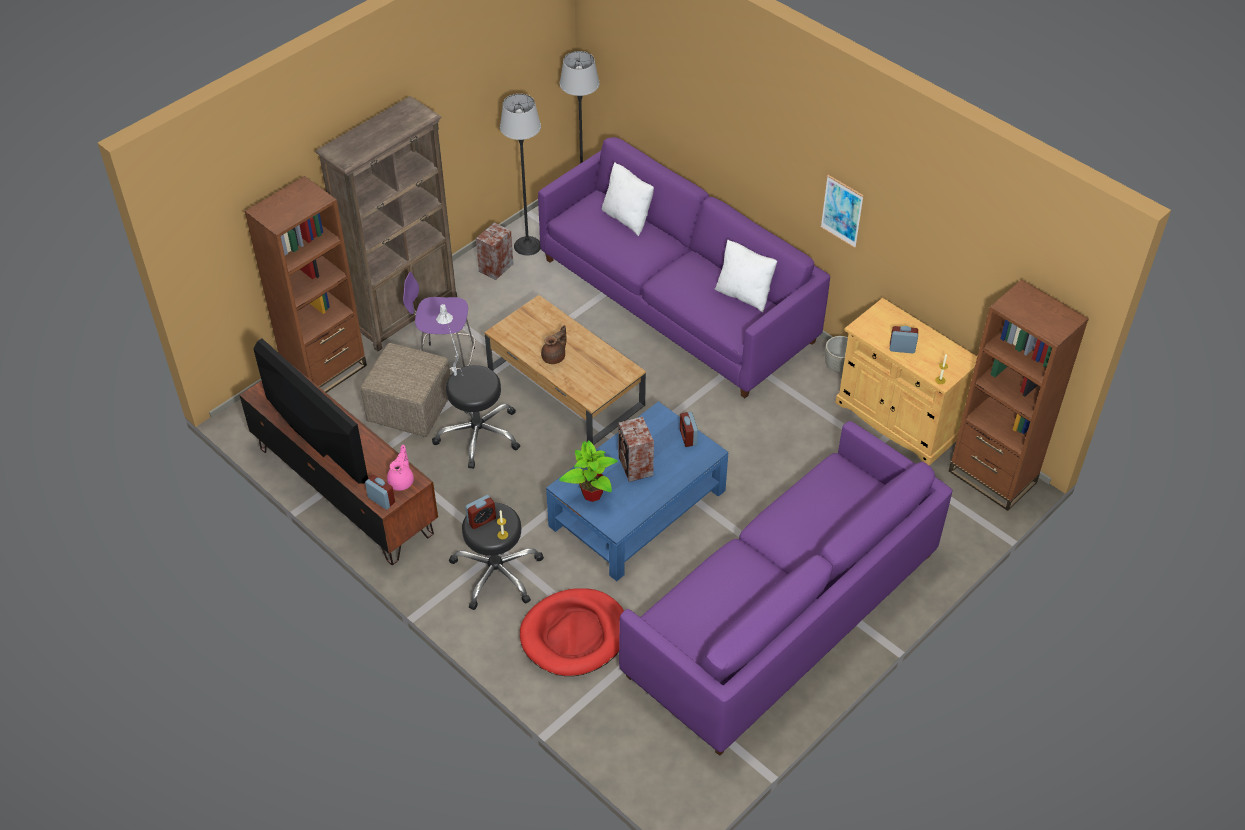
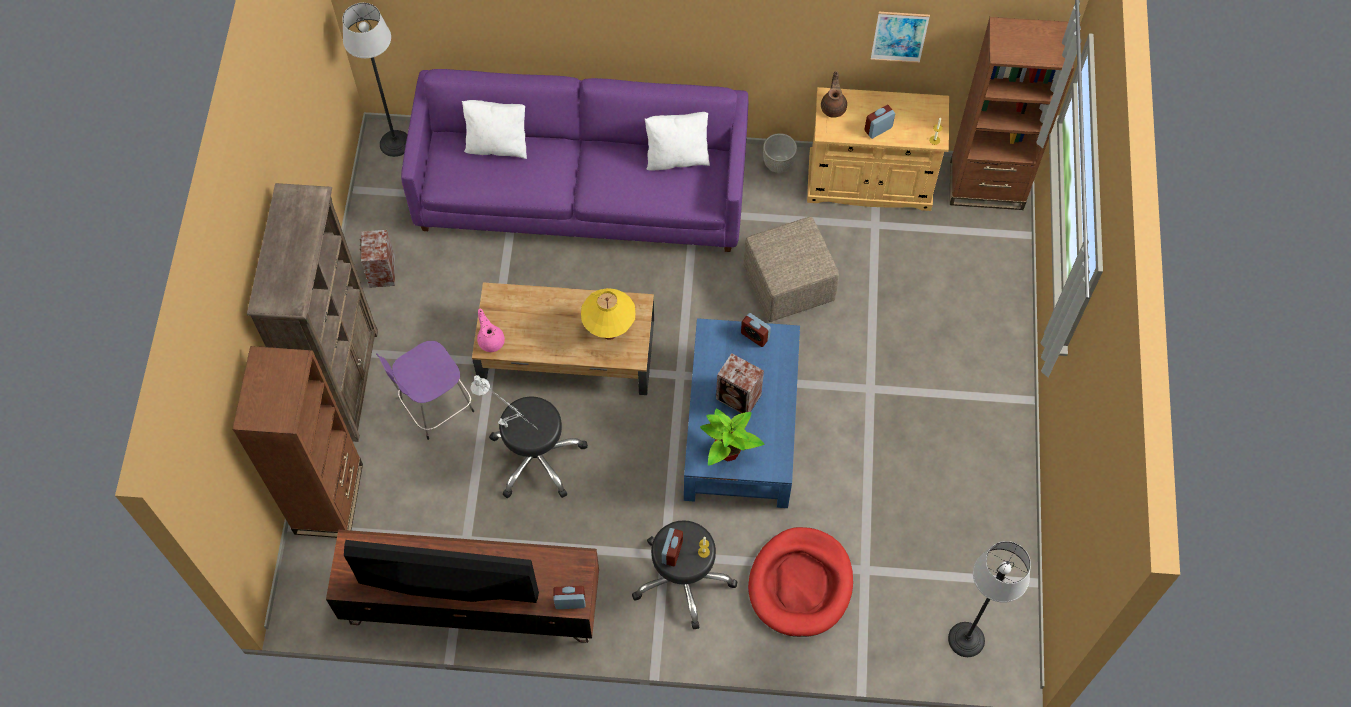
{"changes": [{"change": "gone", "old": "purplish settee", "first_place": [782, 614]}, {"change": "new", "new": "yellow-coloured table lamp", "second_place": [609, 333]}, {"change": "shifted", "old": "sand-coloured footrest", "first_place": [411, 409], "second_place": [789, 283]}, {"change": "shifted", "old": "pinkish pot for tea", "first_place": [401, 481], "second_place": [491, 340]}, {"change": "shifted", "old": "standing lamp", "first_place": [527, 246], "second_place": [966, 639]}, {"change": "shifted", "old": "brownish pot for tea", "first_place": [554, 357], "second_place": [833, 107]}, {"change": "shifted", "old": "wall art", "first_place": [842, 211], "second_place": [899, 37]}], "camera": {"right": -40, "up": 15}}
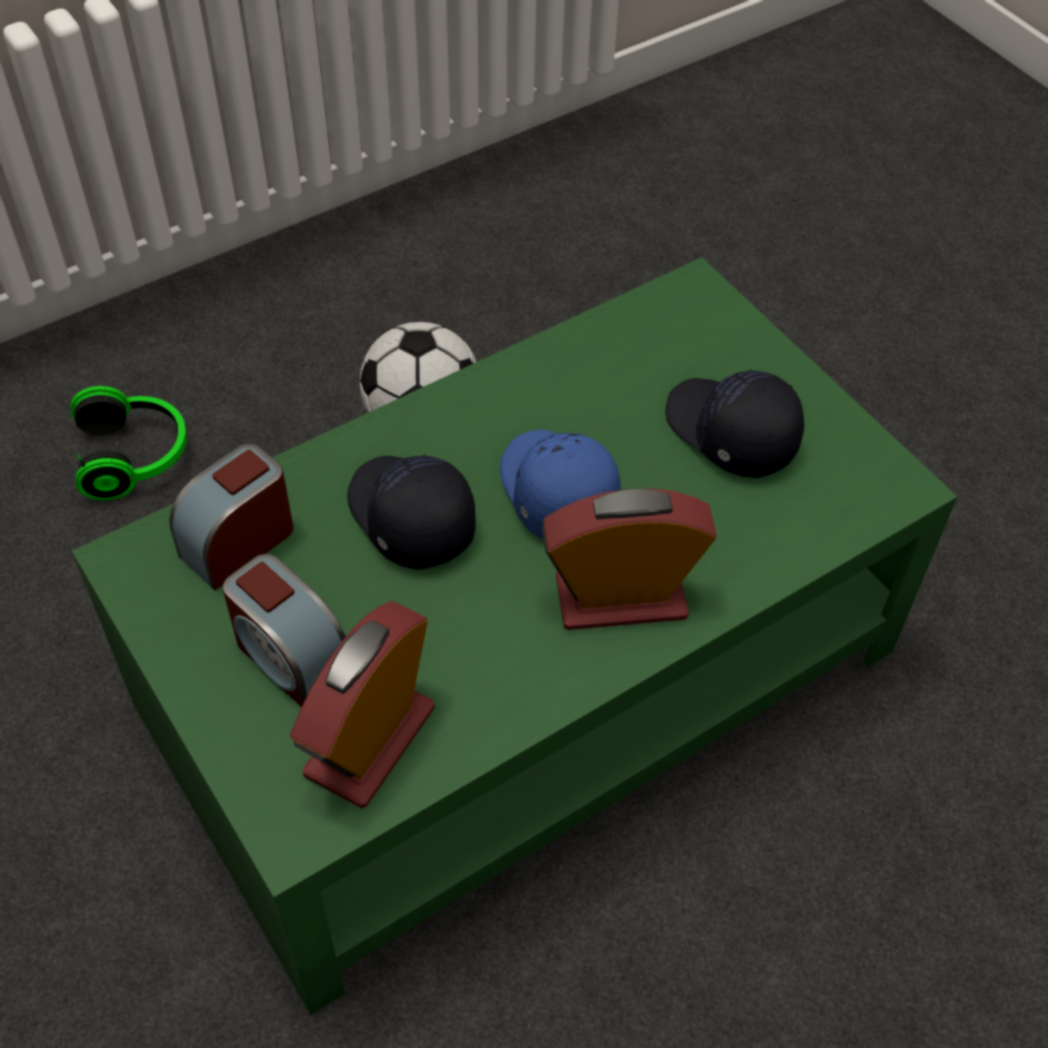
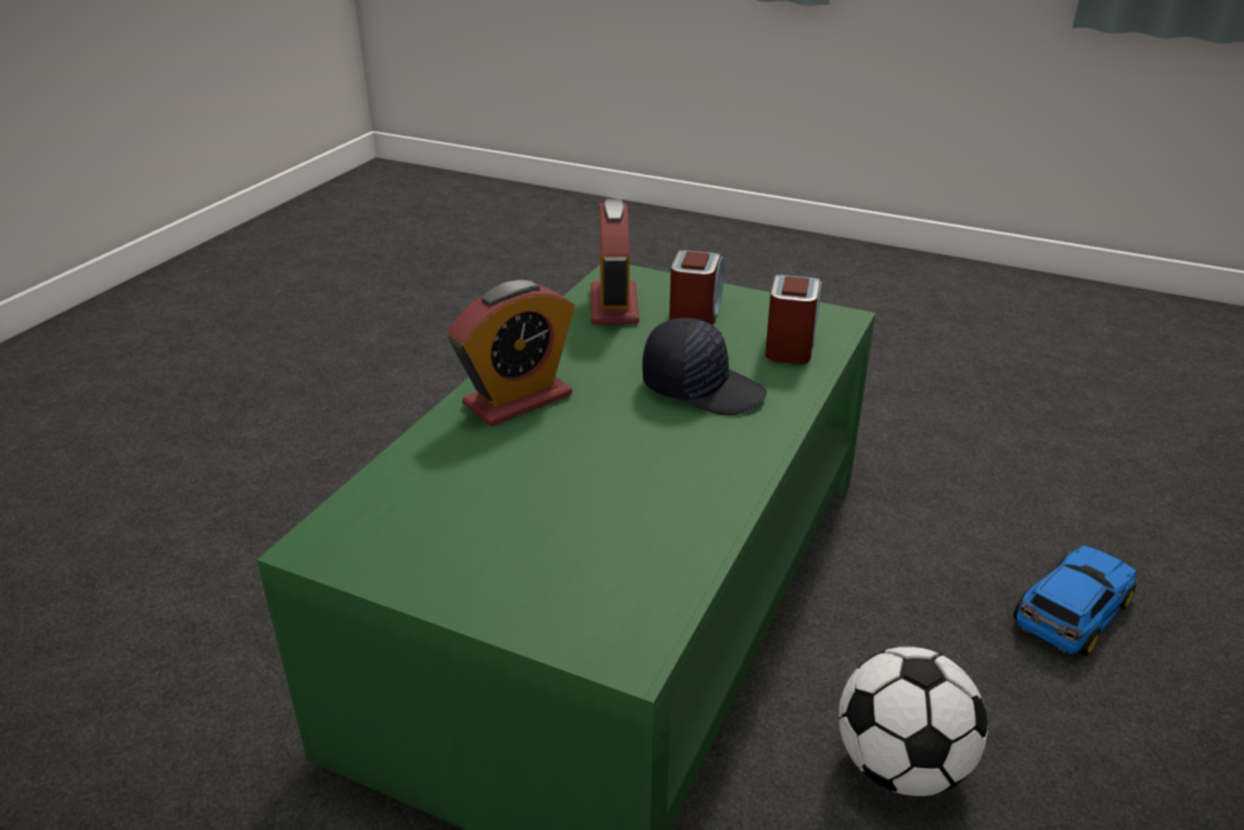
{"changes": [{"change": "gone", "old": "bluish cap", "first_place": [555, 493]}, {"change": "gone", "old": "black-coloured cap", "first_place": [729, 433]}, {"change": "swapped", "old": "headset", "new": "miniature car", "first_place": [135, 456], "second_place": [1071, 612]}, {"change": "rotated", "old": "table clock", "first_place": [290, 656], "second_place": [695, 316], "degrees": 90}], "camera": {"right": 150, "up": -20}}
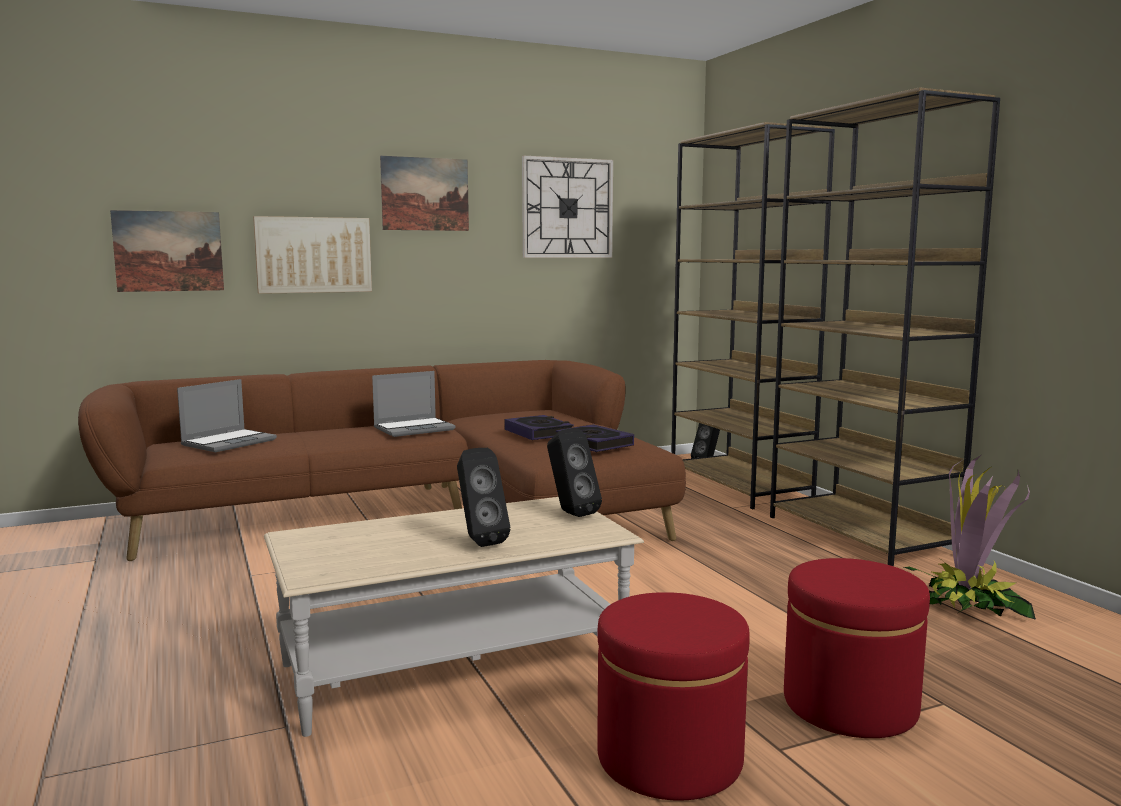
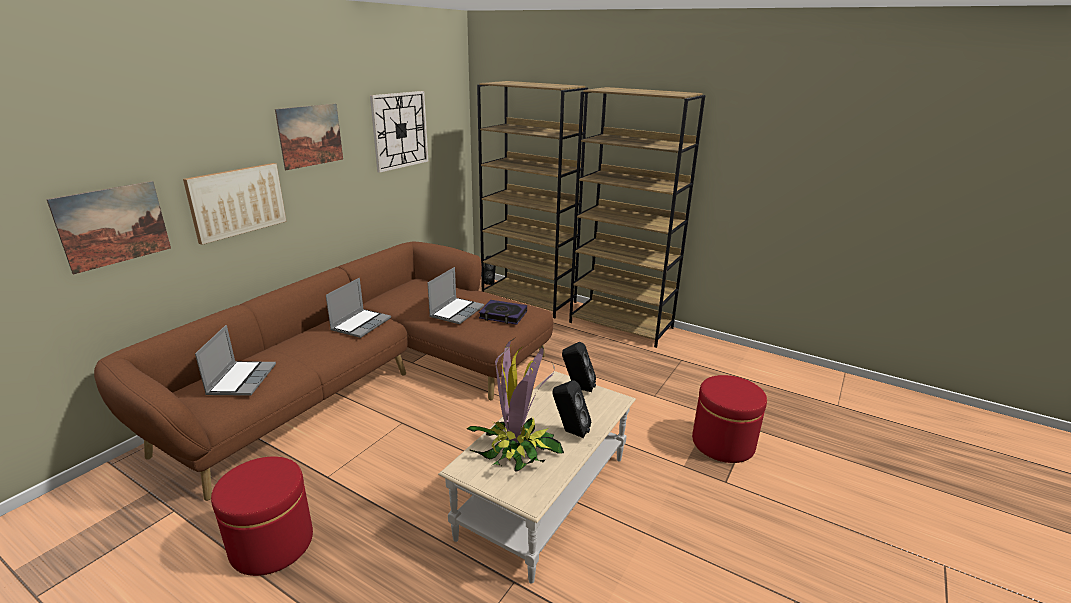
{"changes": [{"change": "shifted", "old": "red footrest", "first_place": [669, 758], "second_place": [272, 544]}, {"change": "shifted", "old": "potted plant", "first_place": [967, 605], "second_place": [516, 450]}, {"change": "swapped", "old": "book", "new": "laptop", "first_place": [538, 433], "second_place": [456, 311]}], "camera": {"right": -35, "up": 15}}
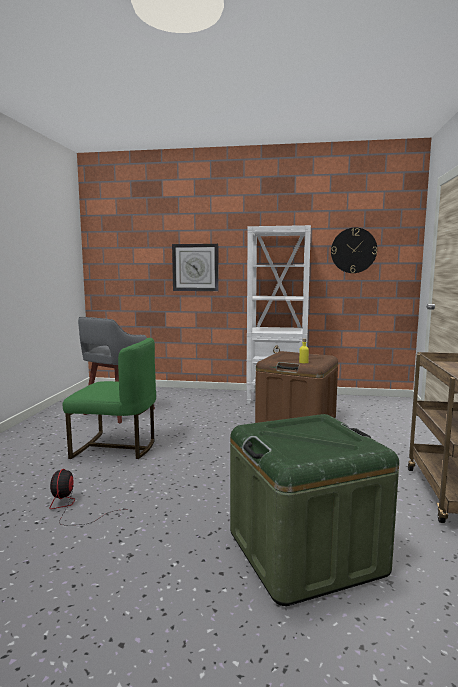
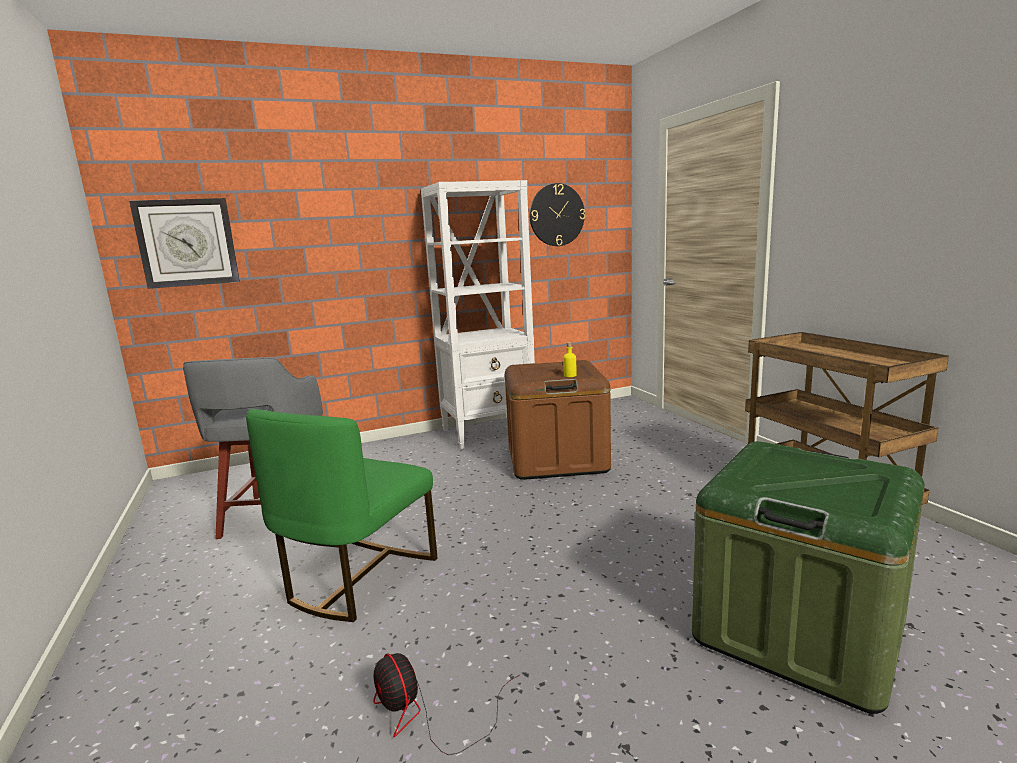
{"changes": [{"change": "shifted", "old": "clock on the wall", "first_place": [195, 267], "second_place": [187, 243]}, {"change": "rotated", "old": "green-coloured plain chair", "first_place": [116, 447], "second_place": [357, 578], "degrees": 135}], "camera": {"right": -30, "up": 5}}
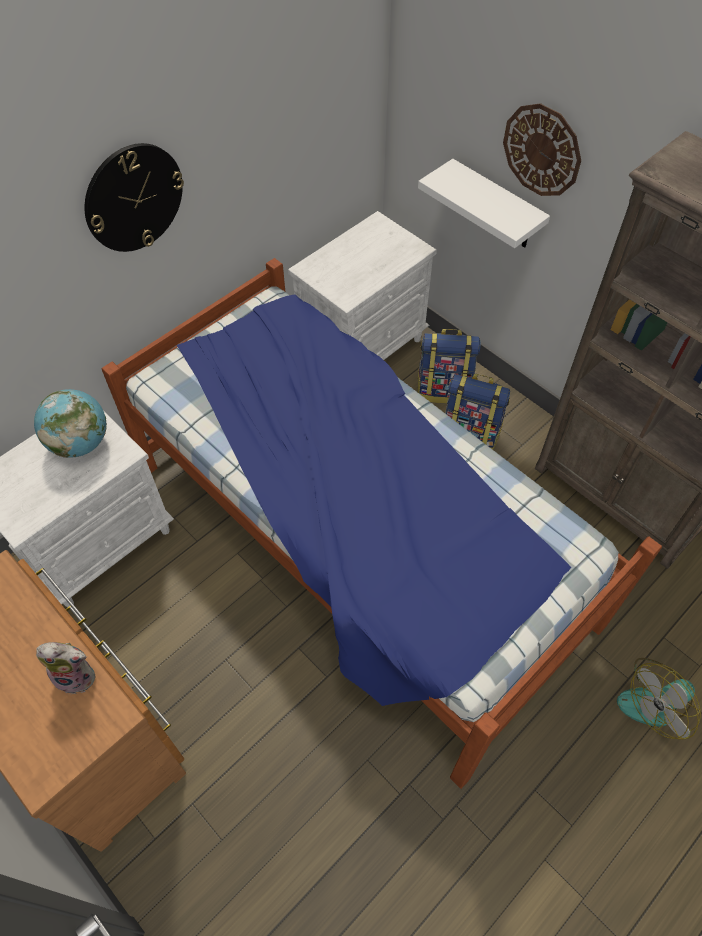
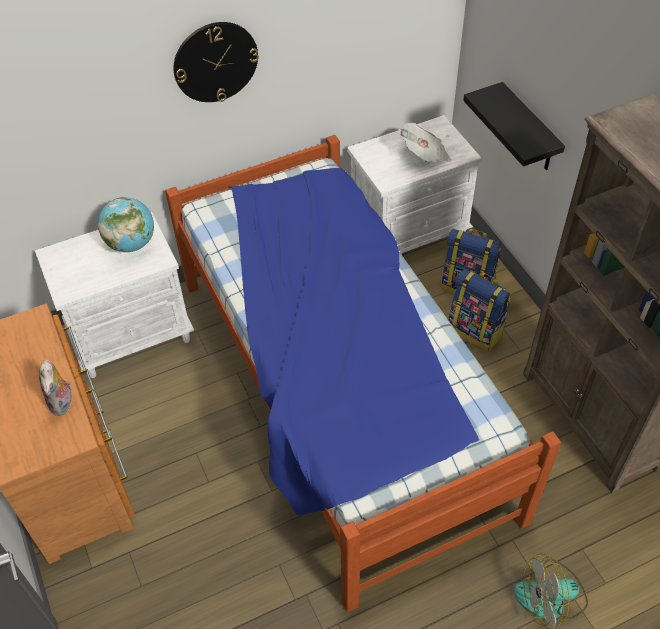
{"changes": [{"change": "gone", "old": "clock on the wall", "first_place": [542, 150]}, {"change": "new", "new": "newspaper", "second_place": [424, 155]}, {"change": "repainted", "old": "whitish shelf", "new": "black-coloured shelf", "first_place": [496, 206], "second_place": [529, 130]}, {"change": "rotated", "old": "cuddly toy", "first_place": [77, 675], "second_place": [63, 403], "degrees": 60}], "camera": {"right": 20, "up": -5}}
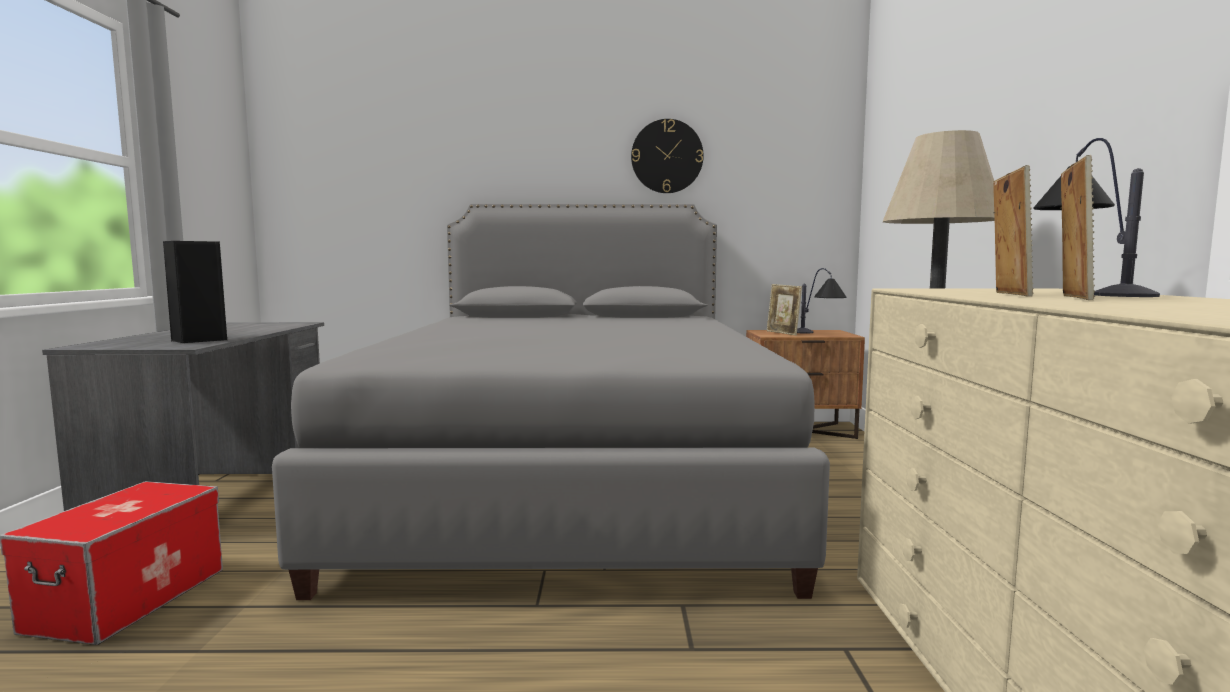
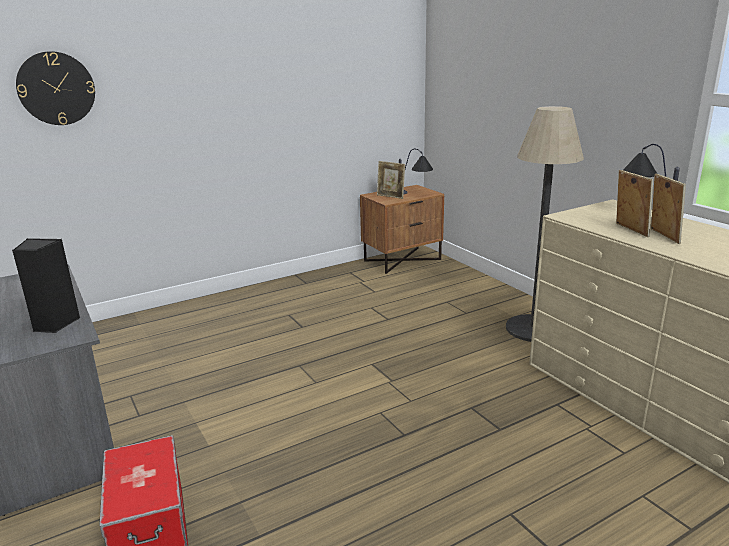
{"changes": [{"change": "gone", "old": "greyish bedroom bed", "first_place": [573, 480]}, {"change": "shifted", "old": "clock on the wall", "first_place": [667, 156], "second_place": [56, 88]}], "camera": {"right": -30, "up": 15}}
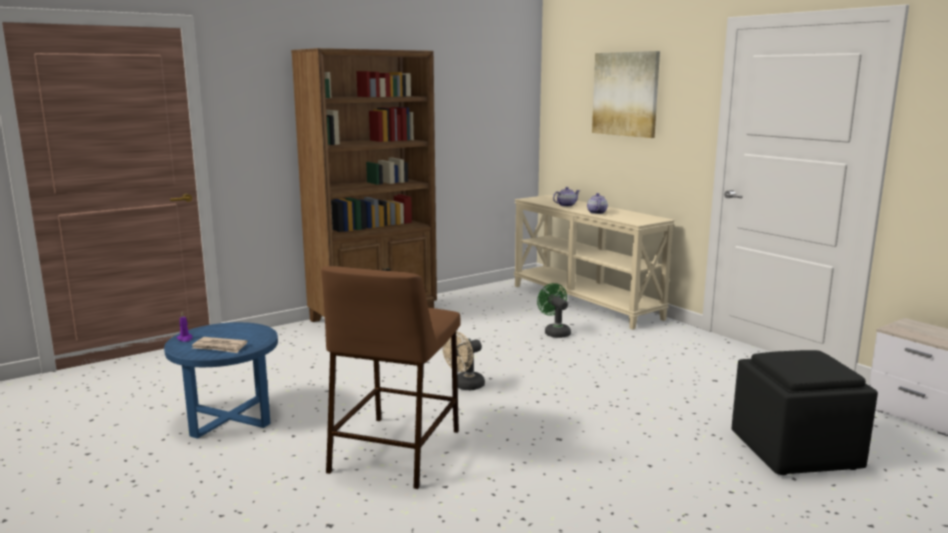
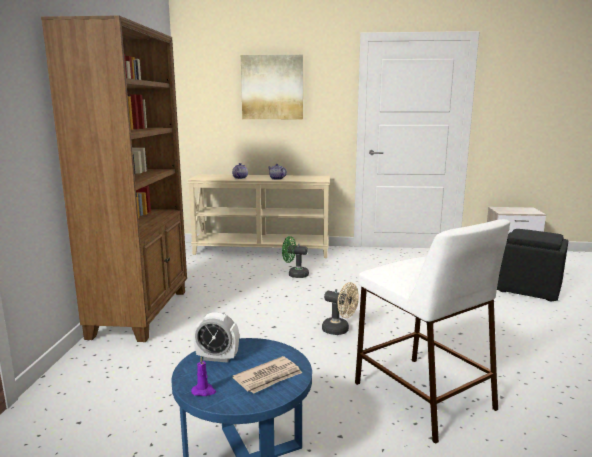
{"changes": [{"change": "new", "new": "table clock", "second_place": [217, 358]}, {"change": "repainted", "old": "brownish stool", "new": "whitish stool", "first_place": [396, 449], "second_place": [421, 395]}, {"change": "rotated", "old": "sand-coloured fan", "first_place": [465, 386], "second_place": [339, 330], "degrees": -60}], "camera": {"right": -50, "up": 0}}
